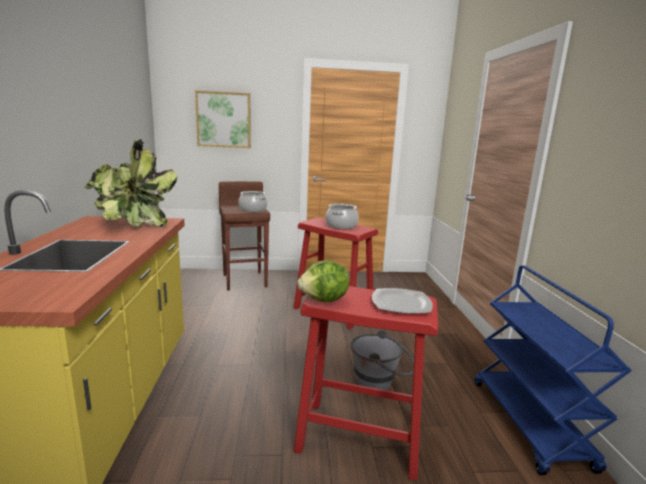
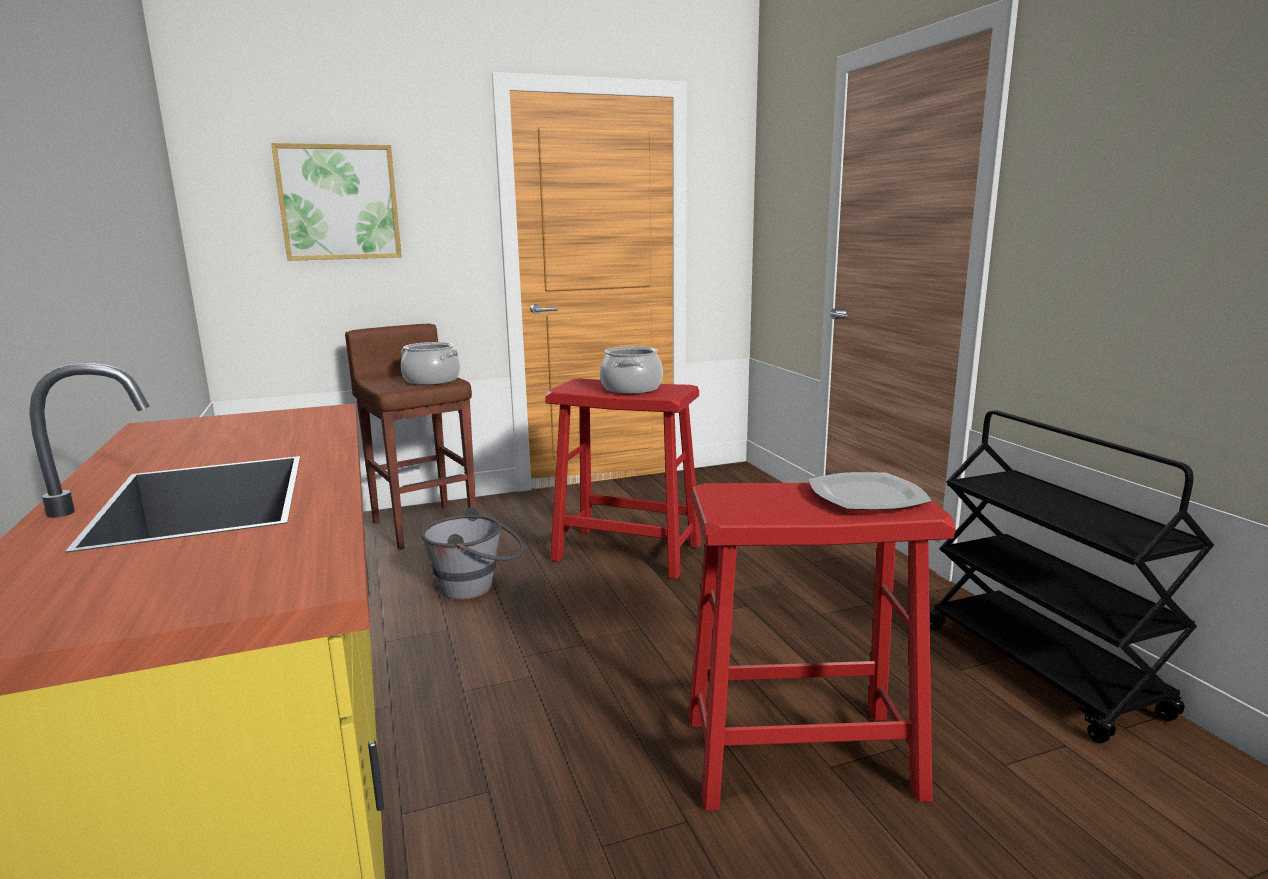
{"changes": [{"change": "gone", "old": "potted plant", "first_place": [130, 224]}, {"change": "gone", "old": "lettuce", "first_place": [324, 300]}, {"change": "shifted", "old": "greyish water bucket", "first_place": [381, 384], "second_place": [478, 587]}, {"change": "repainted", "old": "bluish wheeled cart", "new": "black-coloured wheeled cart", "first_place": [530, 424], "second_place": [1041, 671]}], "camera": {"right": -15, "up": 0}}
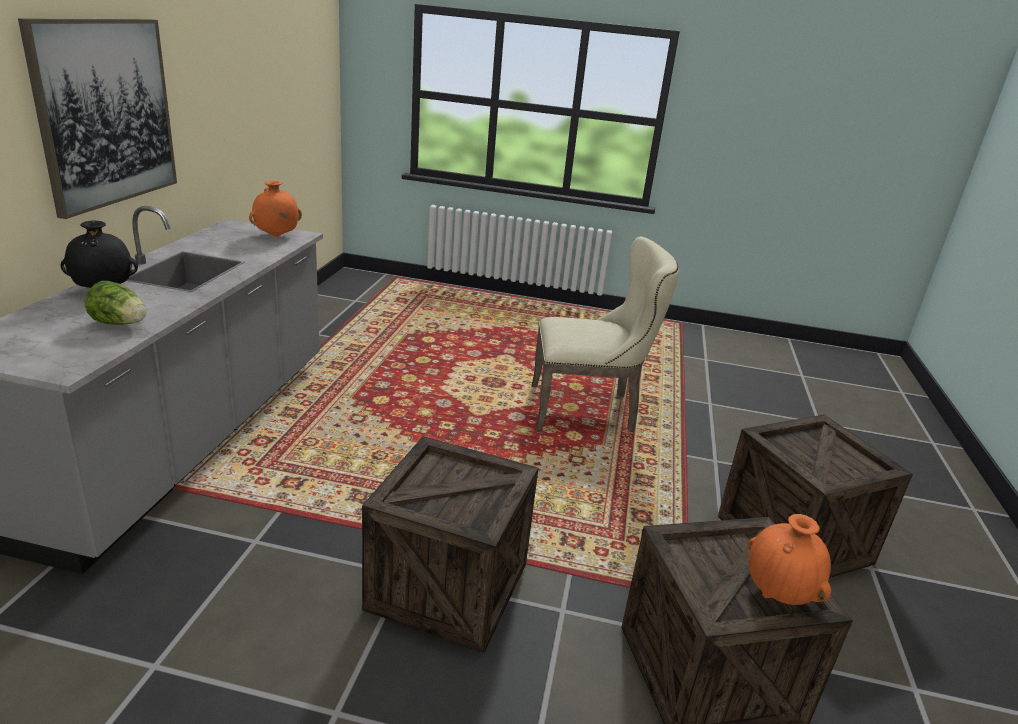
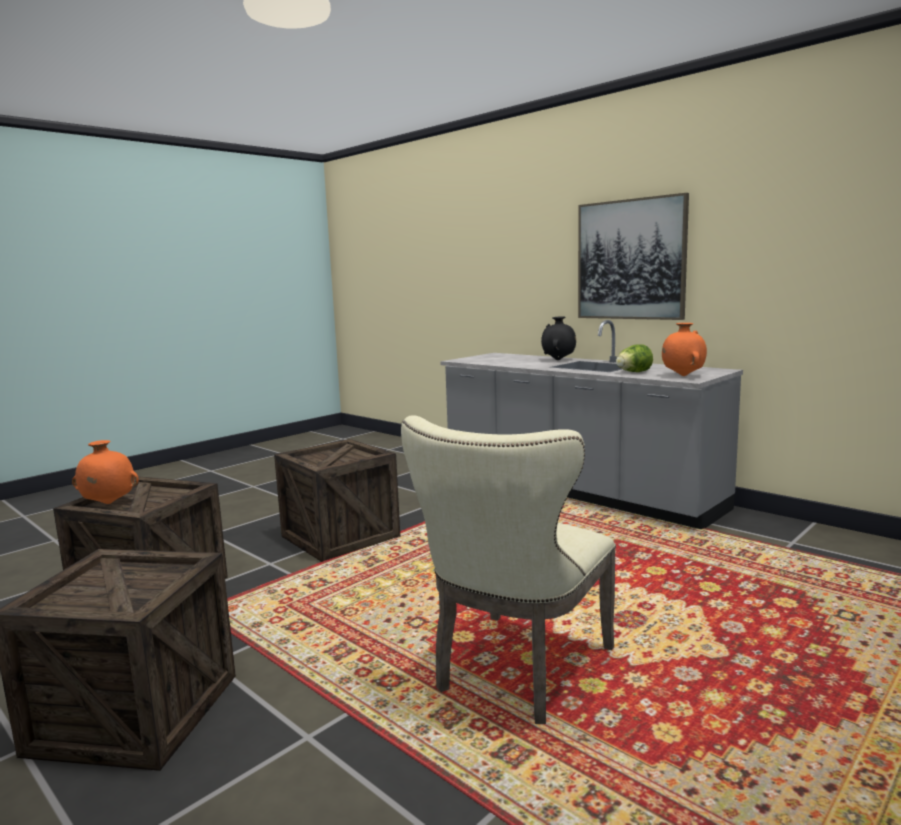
{"changes": [{"change": "shifted", "old": "lettuce", "first_place": [120, 324], "second_place": [633, 372]}], "camera": {"right": 125, "up": -15}}
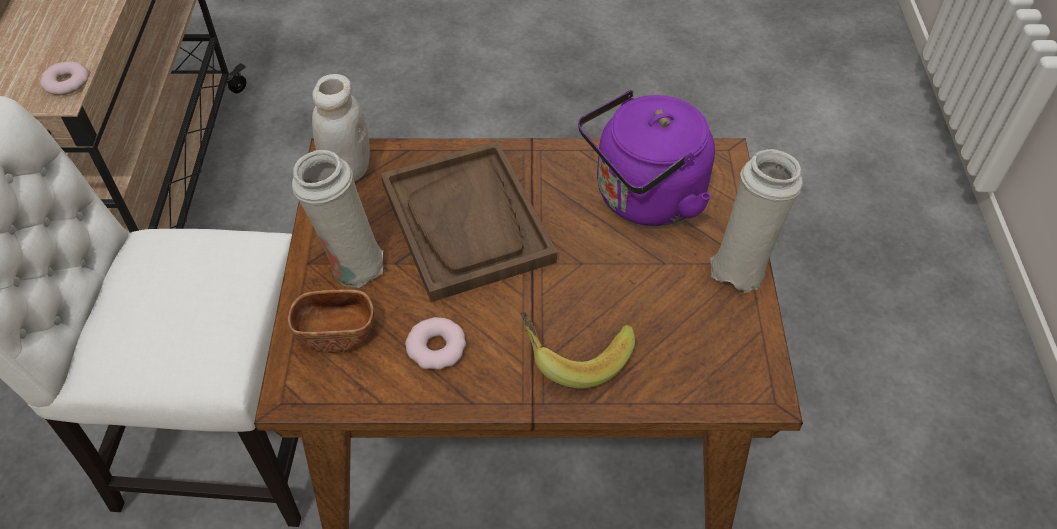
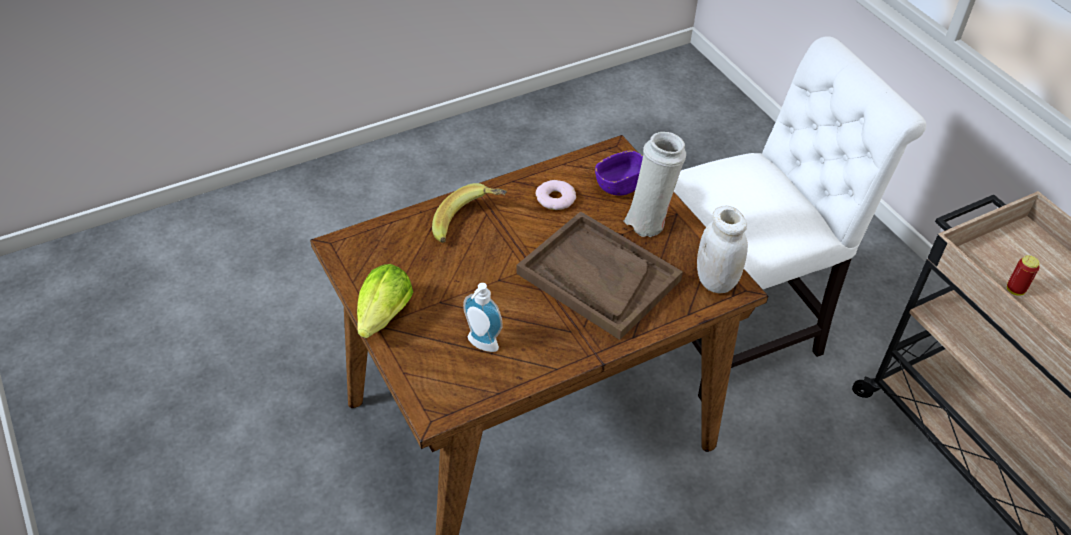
{"changes": [{"change": "swapped", "old": "donut", "new": "sealed can", "first_place": [66, 82], "second_place": [1015, 290]}, {"change": "swapped", "old": "purplish water kettle", "new": "soap bottle", "first_place": [644, 198], "second_place": [480, 345]}, {"change": "swapped", "old": "whitish vase", "new": "lettuce", "first_place": [741, 267], "second_place": [382, 320]}, {"change": "repainted", "old": "brownish deep dish", "new": "purplish deep dish", "first_place": [336, 333], "second_place": [620, 185]}], "camera": {"right": 150, "up": -5}}
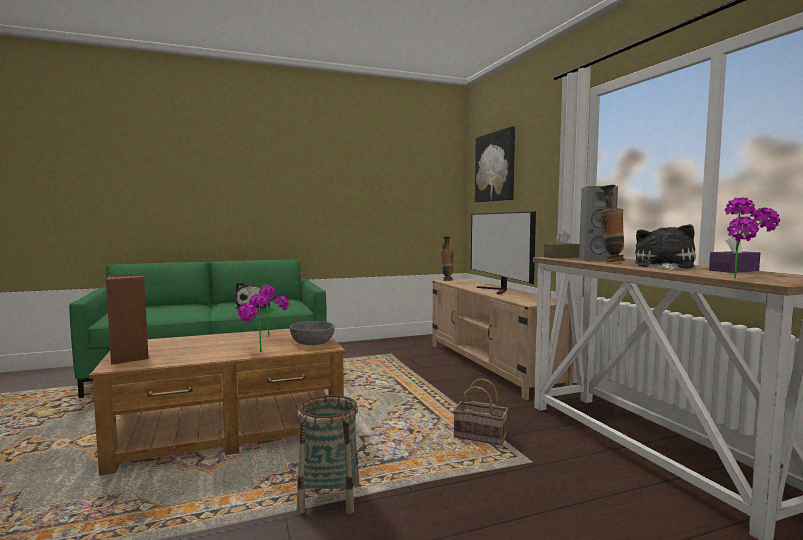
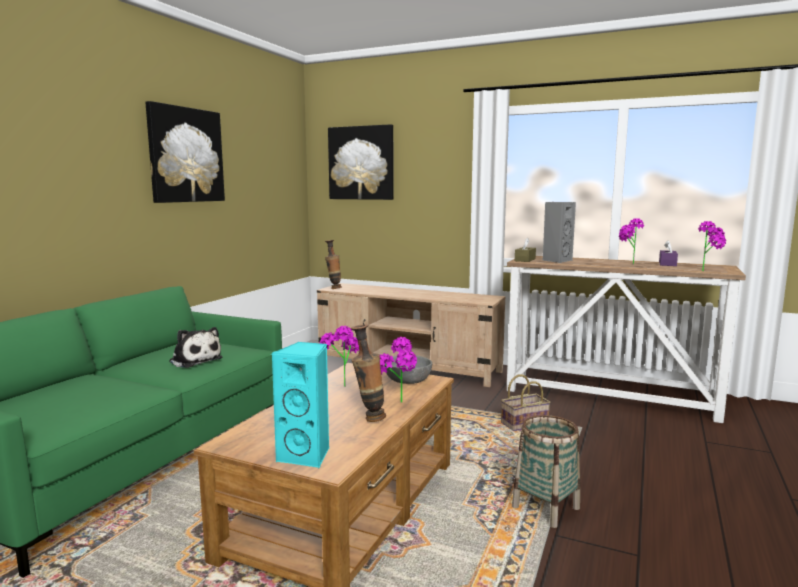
{"changes": [{"change": "gone", "old": "TV set", "first_place": [498, 291]}, {"change": "new", "new": "wall art", "second_place": [185, 155]}, {"change": "shifted", "old": "vase", "first_place": [610, 262], "second_place": [369, 418]}, {"change": "swapped", "old": "cuddly toy", "new": "potted plant", "first_place": [663, 266], "second_place": [626, 264]}, {"change": "repainted", "old": "brownish loudspeaker", "new": "blue-green loudspeaker", "first_place": [129, 358], "second_place": [307, 455]}], "camera": {"right": -45, "up": 5}}
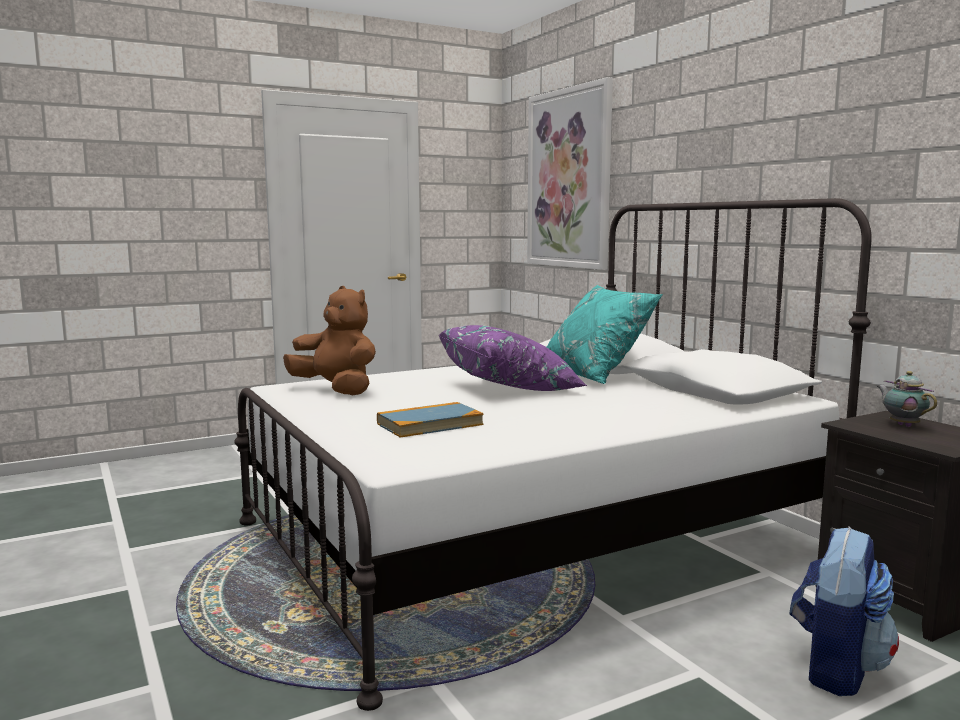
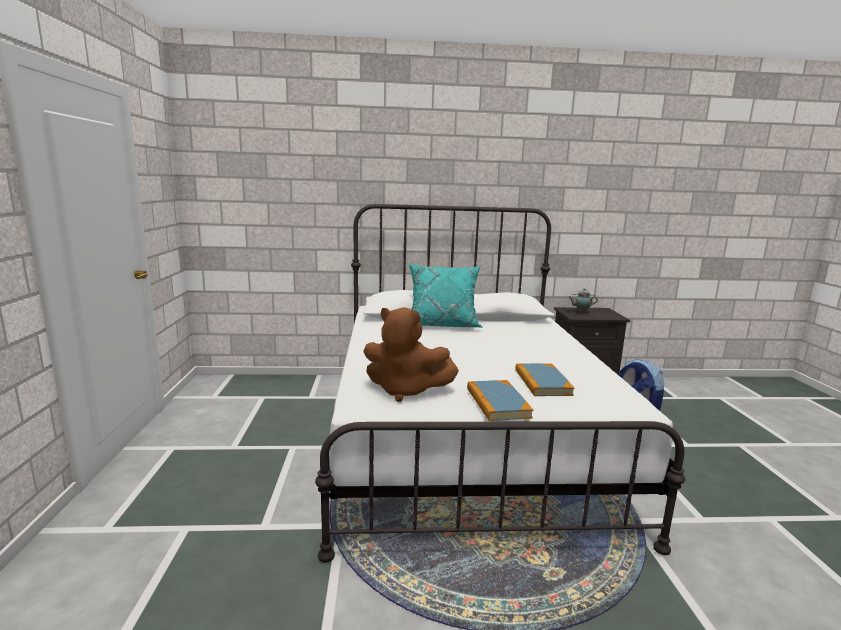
{"changes": [{"change": "gone", "old": "purplish cushion", "first_place": [510, 387]}, {"change": "gone", "old": "wall art", "first_place": [569, 179]}, {"change": "new", "new": "book", "second_place": [497, 403]}, {"change": "rotated", "old": "brownish cuddly toy", "first_place": [336, 390], "second_place": [405, 391], "degrees": -135}], "camera": {"right": -65, "up": 5}}
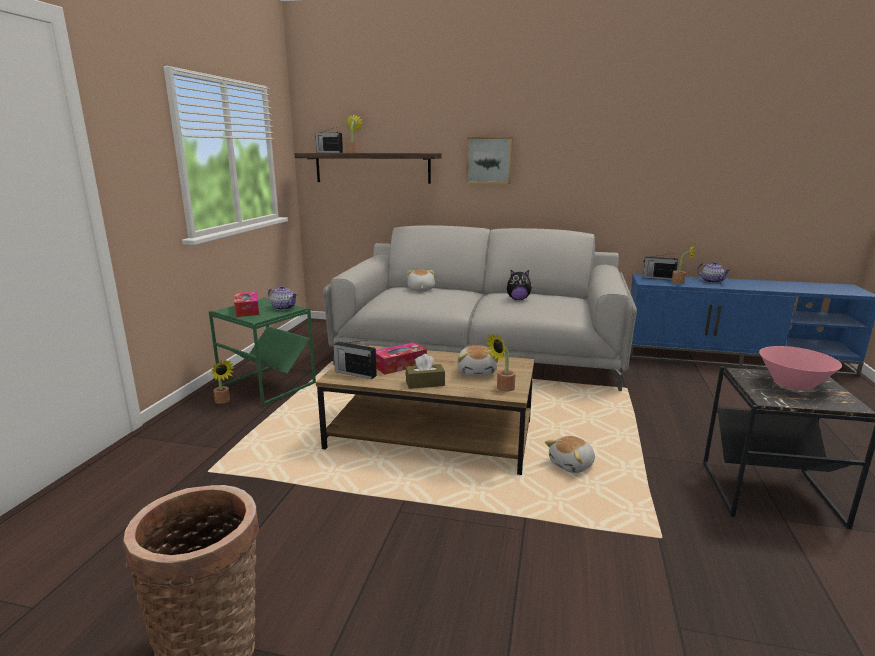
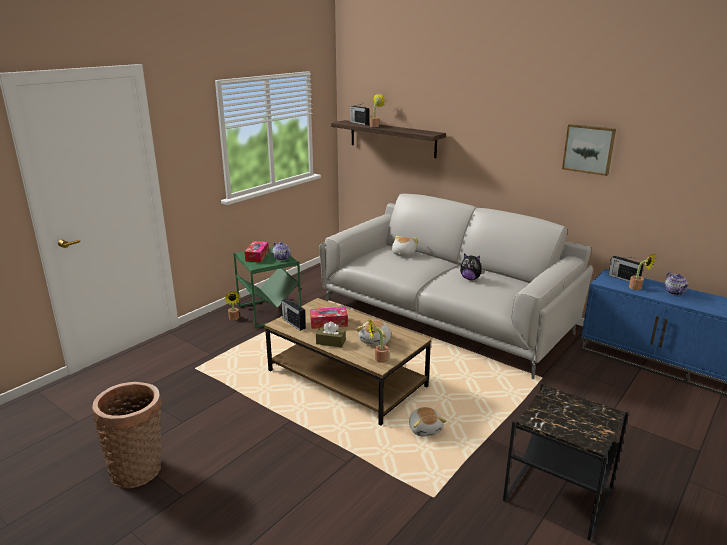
{"changes": [{"change": "gone", "old": "pinkish deep dish", "first_place": [793, 384]}, {"change": "shifted", "old": "wall art", "first_place": [489, 160], "second_place": [589, 149]}, {"change": "rotated", "old": "cuddly toy", "first_place": [572, 465], "second_place": [425, 429], "degrees": -90}], "camera": {"right": 25, "up": 5}}
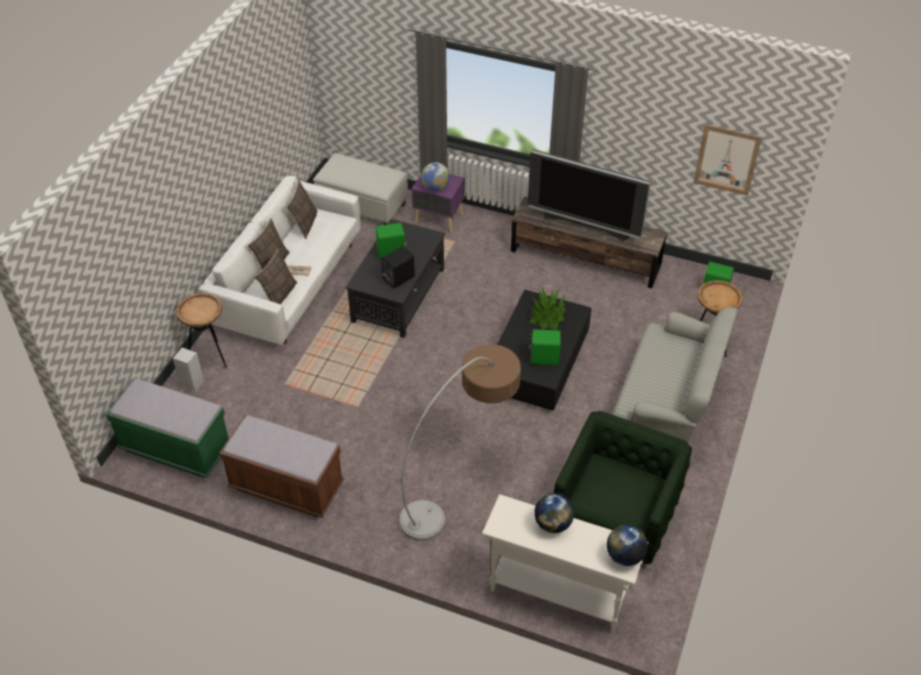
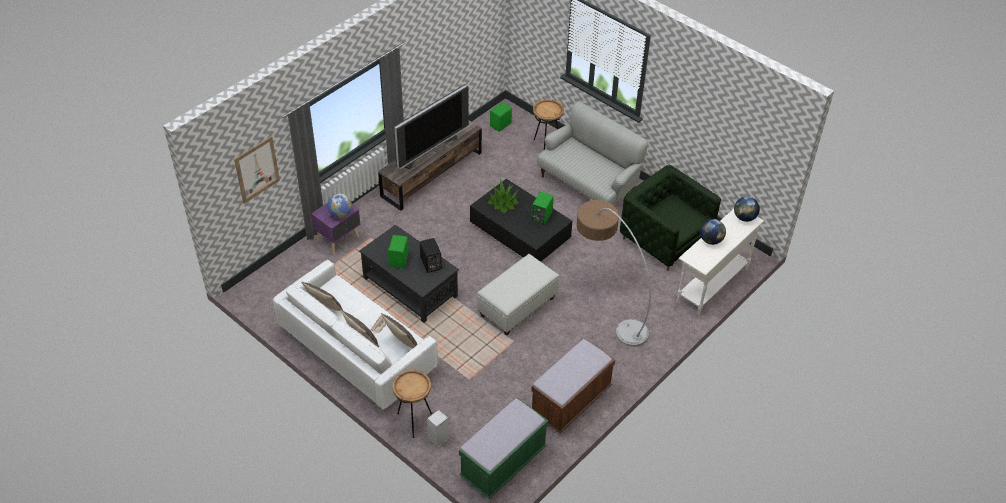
{"changes": [{"change": "shifted", "old": "whitish footrest", "first_place": [362, 206], "second_place": [517, 307]}, {"change": "shifted", "old": "wall art", "first_place": [726, 160], "second_place": [257, 169]}], "camera": {"right": -70, "up": 0}}
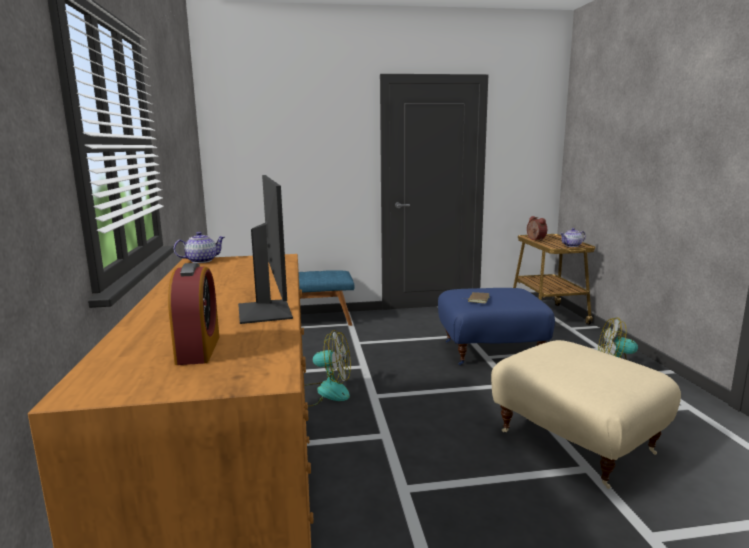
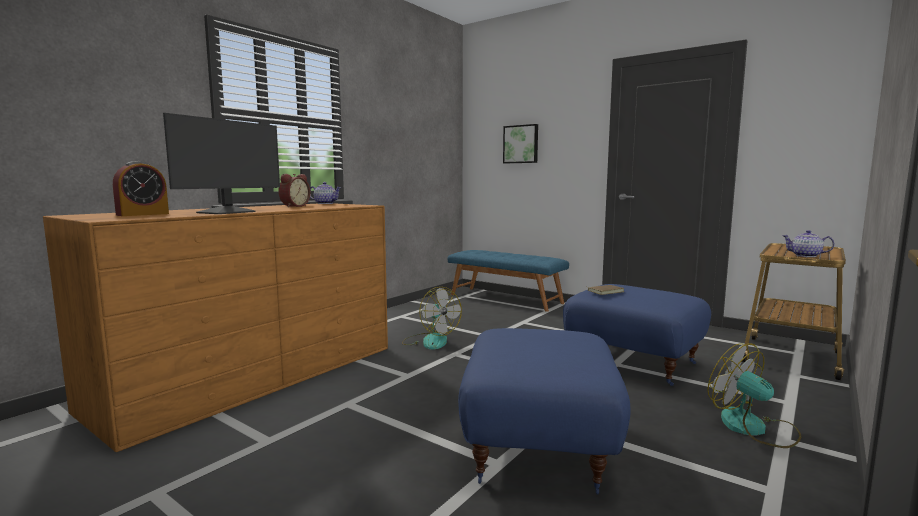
{"changes": [{"change": "new", "new": "wall art", "second_place": [521, 144]}, {"change": "shifted", "old": "table clock", "first_place": [535, 239], "second_place": [294, 206]}, {"change": "repainted", "old": "sand-coloured footrest", "new": "bluish footrest", "first_place": [577, 441], "second_place": [540, 446]}], "camera": {"right": 45, "up": -5}}
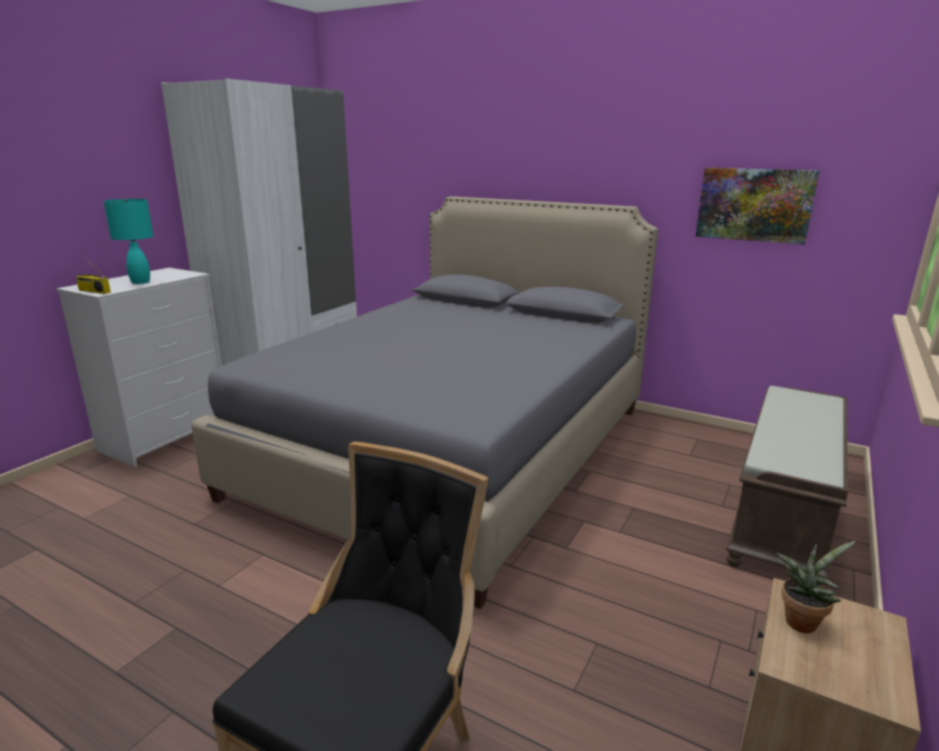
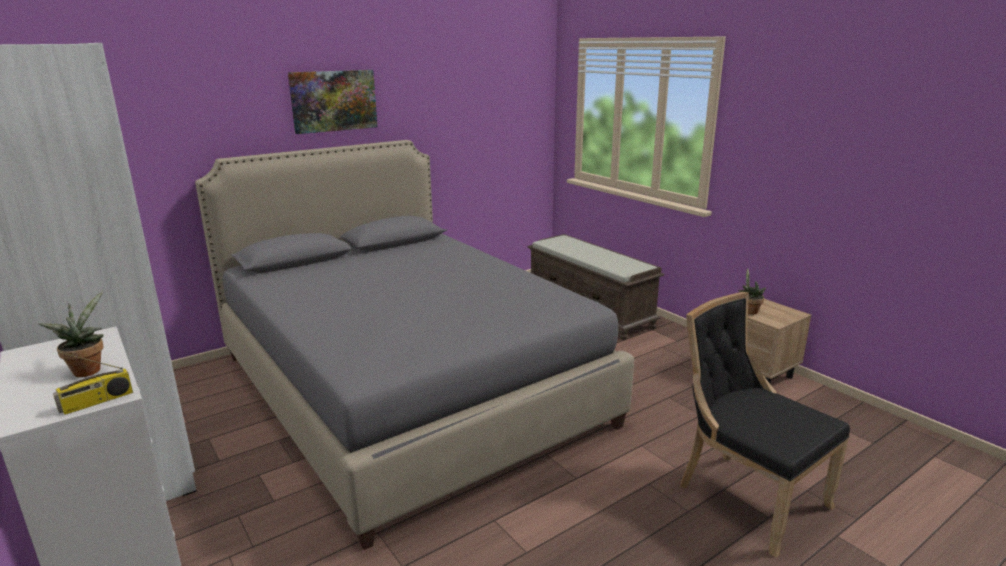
{"changes": [{"change": "shifted", "old": "wall art", "first_place": [754, 204], "second_place": [333, 101]}, {"change": "swapped", "old": "blue-green table lamp", "new": "potted plant", "first_place": [140, 282], "second_place": [88, 370]}], "camera": {"right": -65, "up": 0}}
